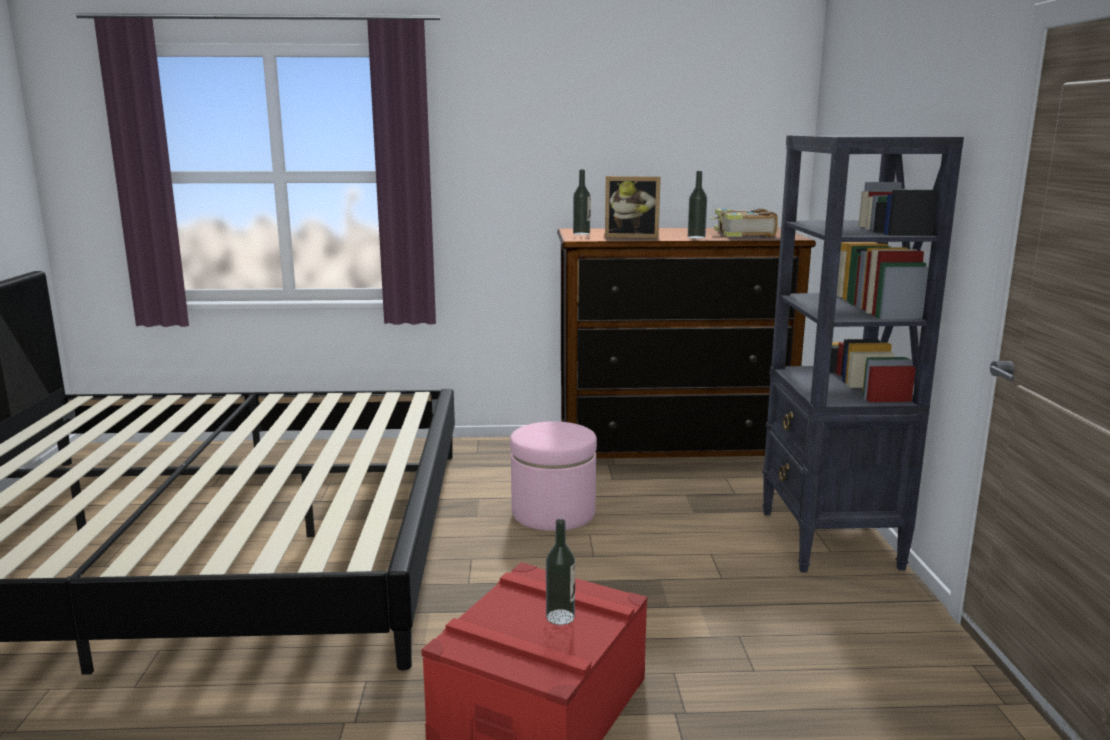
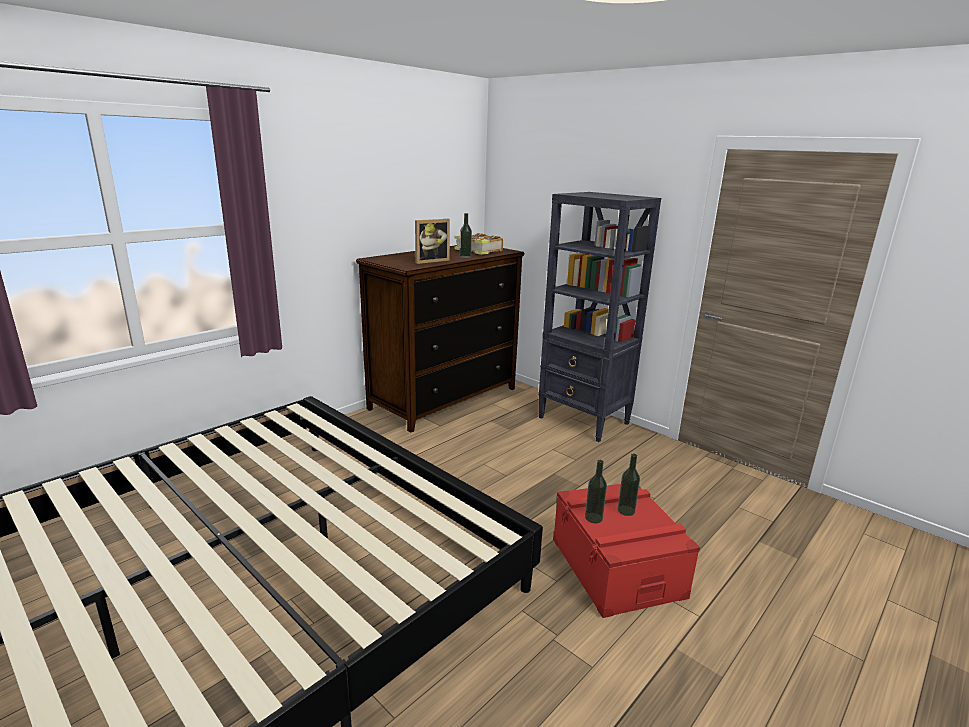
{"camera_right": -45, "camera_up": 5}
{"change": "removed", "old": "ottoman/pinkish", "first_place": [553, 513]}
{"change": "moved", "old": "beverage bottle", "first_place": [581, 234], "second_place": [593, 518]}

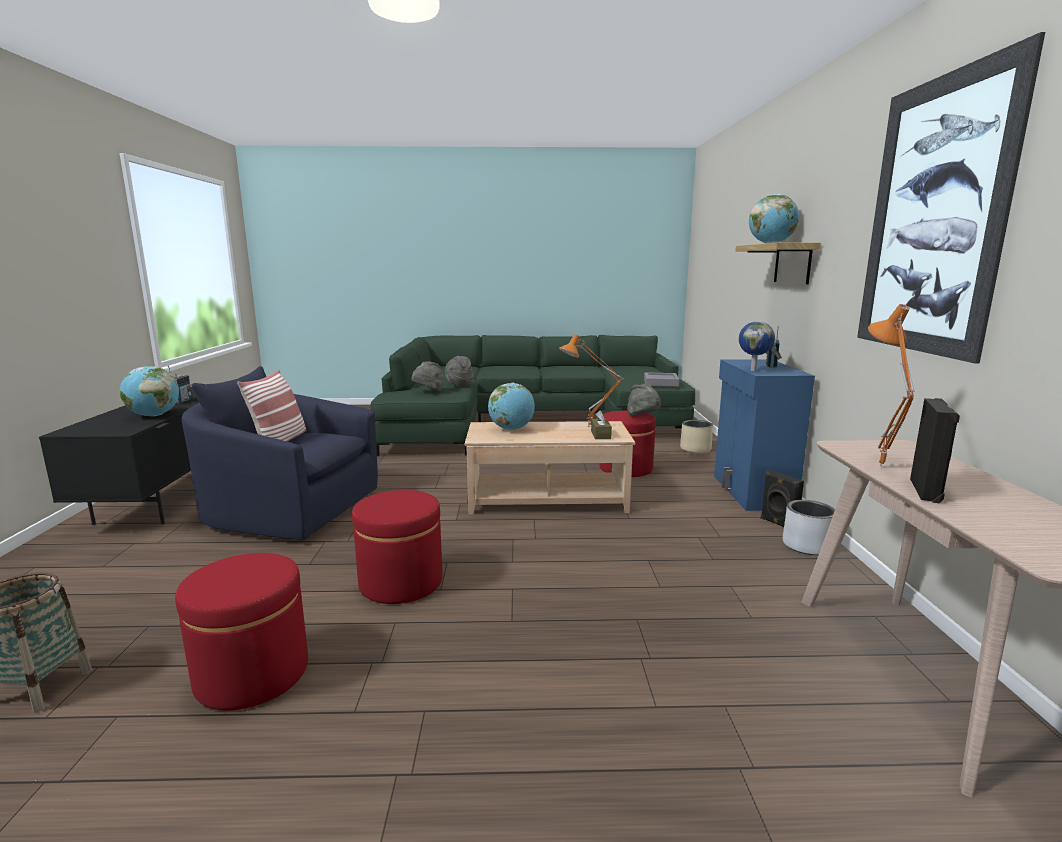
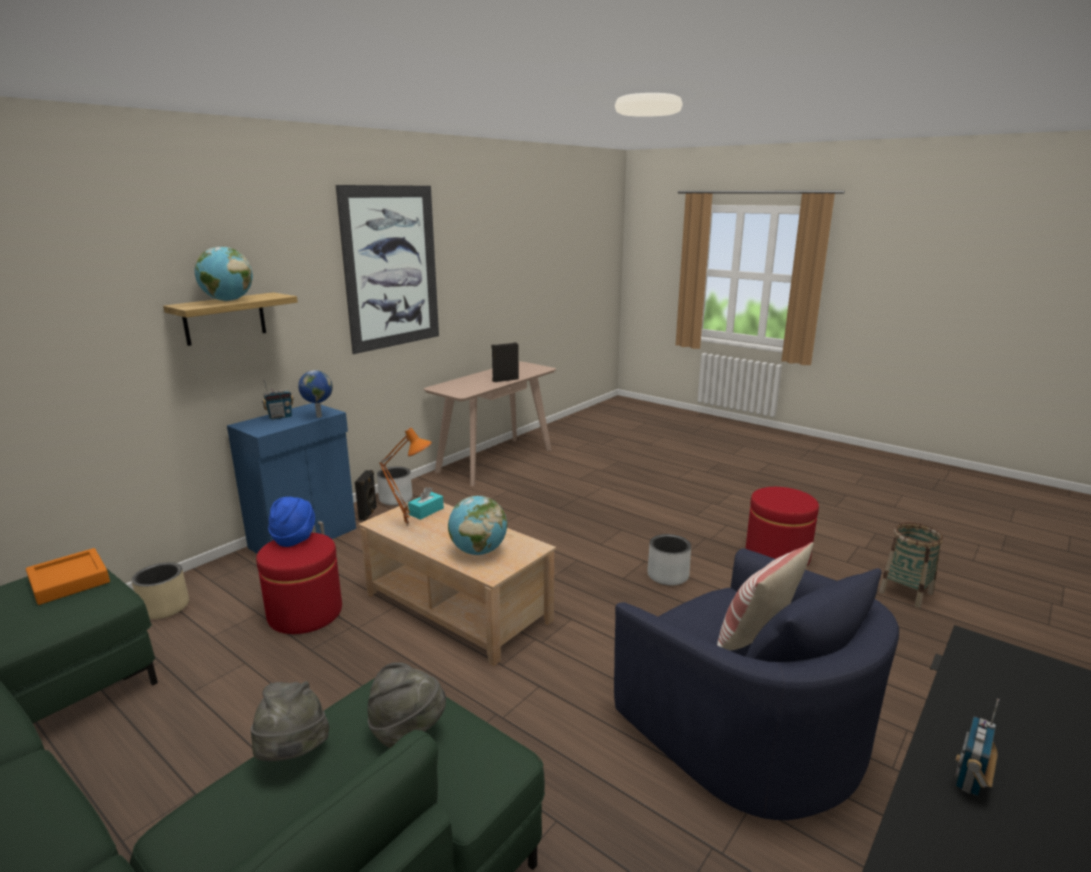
{"camera_right": -140, "camera_up": 5}
{"change": "removed", "old": "desk globe", "first_place": [154, 415]}
{"change": "removed", "old": "tabletop lamp/orange", "first_place": [877, 467]}
{"change": "replaced", "old": "ottoman/red", "new": "plant pot/gray", "first_place": [401, 582], "second_place": [667, 575]}
{"change": "recoloured", "old": "tissue box/brown-coloured", "new": "tissue box/blue-green", "first_place": [600, 435], "second_place": [426, 511]}
{"change": "recoloured", "old": "wearable hat/gray", "new": "wearable hat/blue-coloured", "first_place": [643, 417], "second_place": [294, 538]}
{"change": "recoloured", "old": "carrying tray/gray", "new": "carrying tray/orange", "first_place": [660, 383], "second_place": [69, 581]}

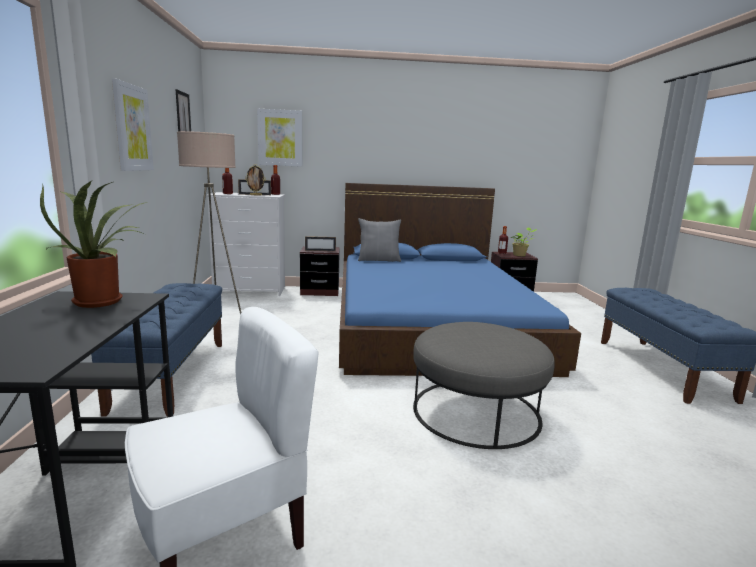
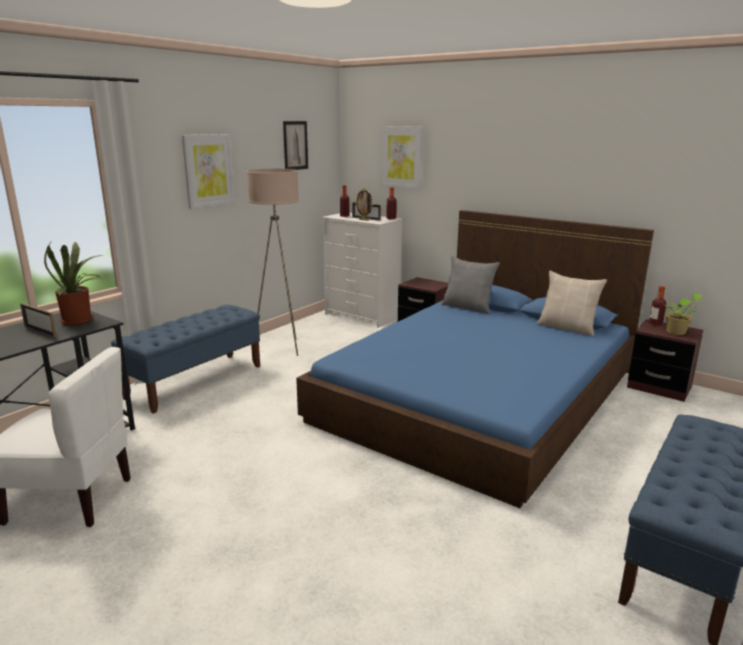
{"camera_right": 40, "camera_up": 5}
{"change": "removed", "old": "ottoman/gray", "first_place": [476, 411]}
{"change": "added", "new": "cushion/beige-coloured", "second_place": [567, 328]}
{"change": "moved", "old": "photo frame", "first_place": [320, 250], "second_place": [40, 331]}

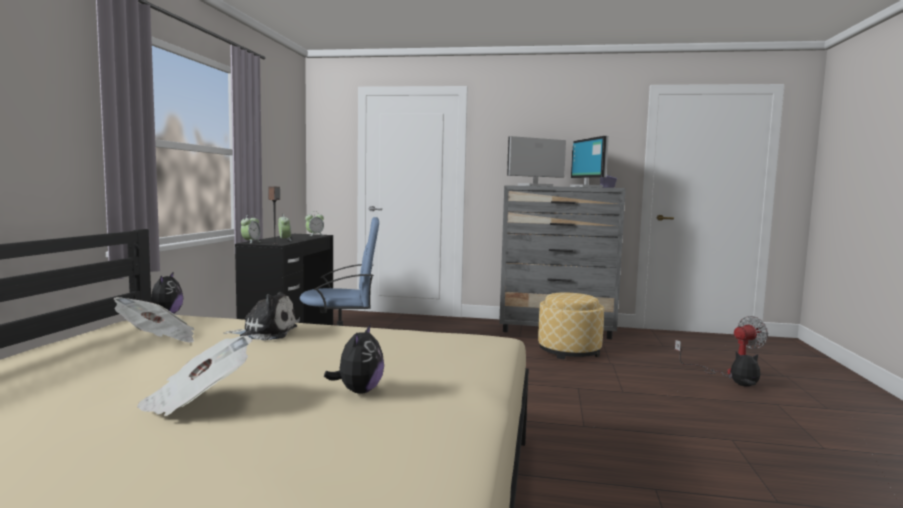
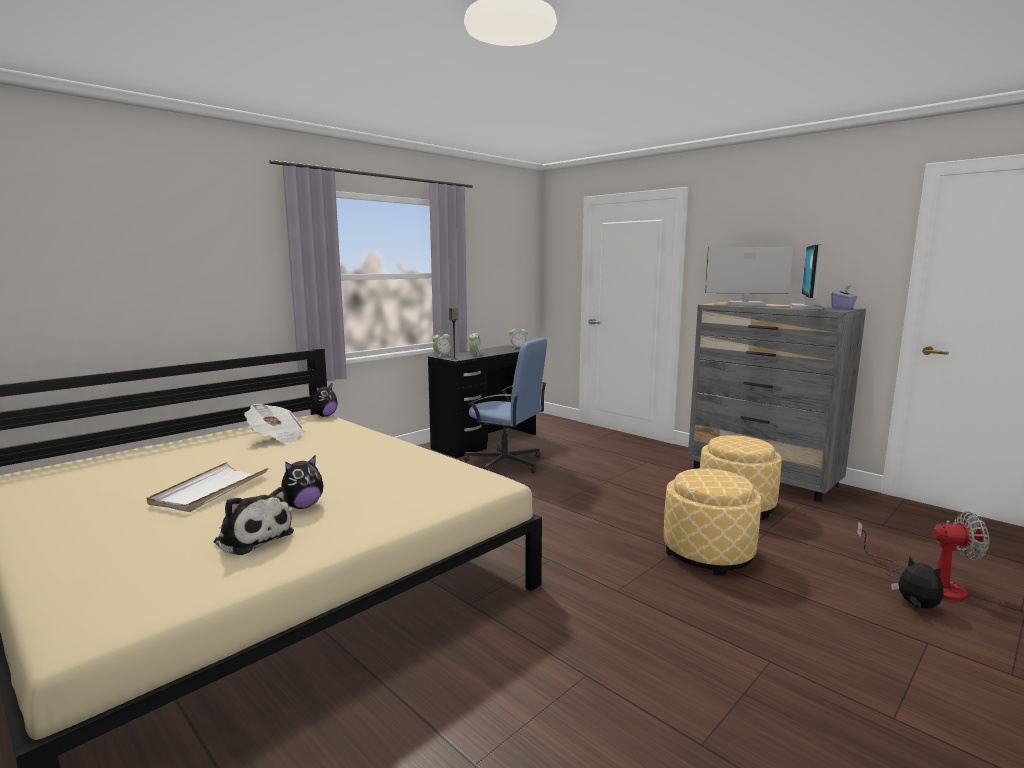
{"camera_right": 35, "camera_up": 5}
{"change": "added", "new": "ottoman", "second_place": [708, 553]}
{"change": "moved", "old": "cuddly toy", "first_place": [265, 333], "second_place": [252, 537]}
{"change": "replaced", "old": "newspaper", "new": "carrying tray/whitish", "first_place": [196, 401], "second_place": [210, 490]}

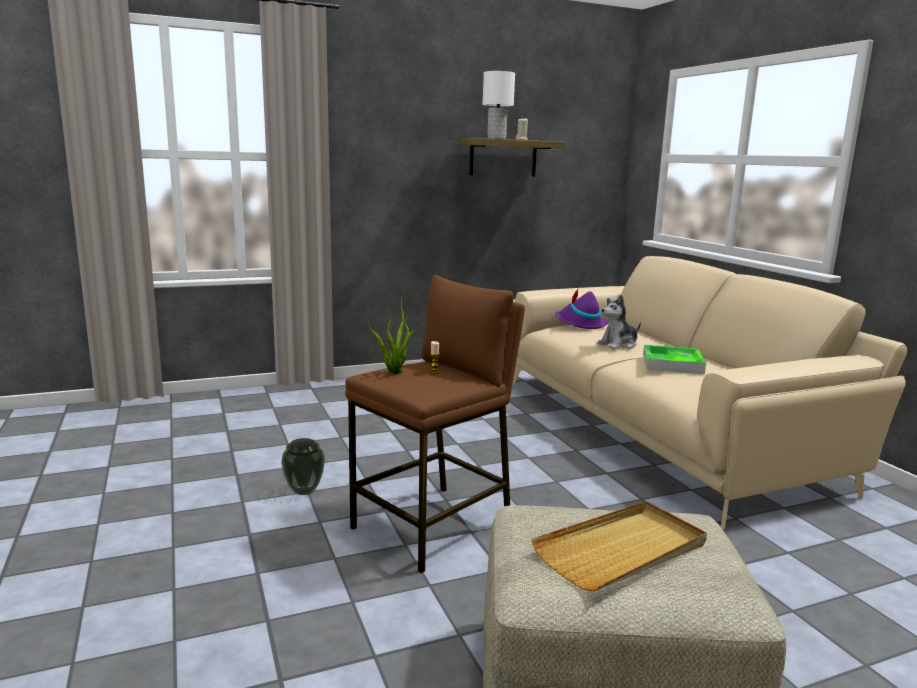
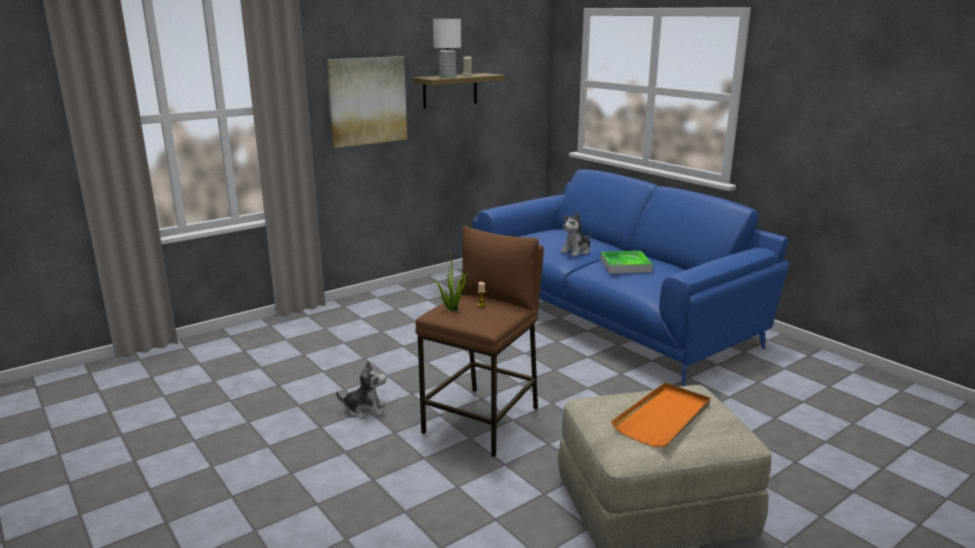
{"camera_right": -15, "camera_up": 5}
{"change": "removed", "old": "wearable hat/purple", "first_place": [580, 323]}
{"change": "added", "new": "picture", "second_place": [367, 101]}
{"change": "replaced", "old": "vase", "new": "cuddly toy", "first_place": [304, 491], "second_place": [365, 410]}
{"change": "recoloured", "old": "couch/beige-coloured", "new": "couch/blue-coloured", "first_place": [661, 430], "second_place": [612, 314]}
{"change": "recoloured", "old": "carrying tray/beige-coloured", "new": "carrying tray/orange", "first_place": [622, 550], "second_place": [663, 418]}

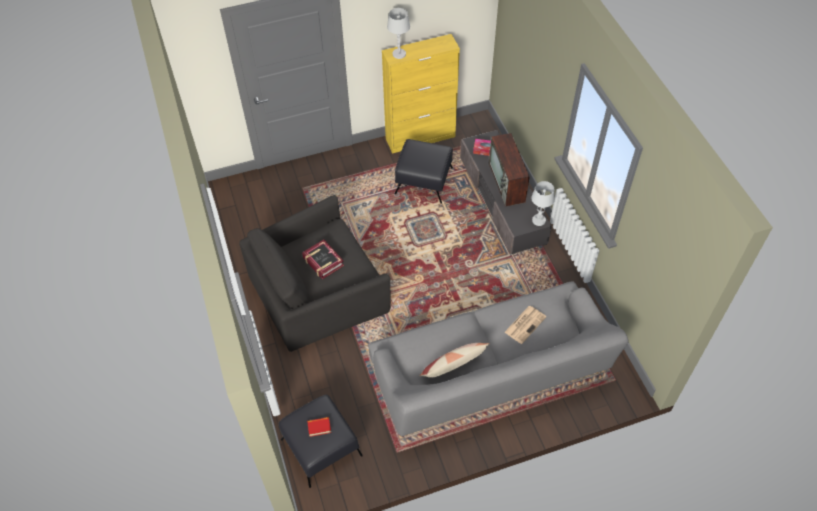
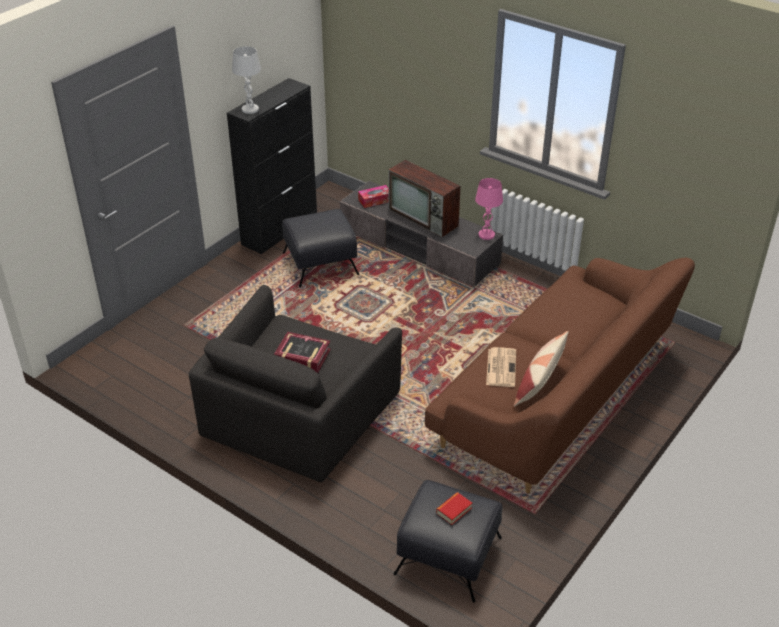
{"camera_right": -35, "camera_up": -15}
{"change": "moved", "old": "newspaper", "first_place": [525, 324], "second_place": [501, 367]}
{"change": "recoloured", "old": "couch/gray", "new": "couch/brown-coloured", "first_place": [490, 374], "second_place": [556, 395]}
{"change": "recoloured", "old": "cupboard/yellow-coloured", "new": "cupboard/black", "first_place": [420, 138], "second_place": [280, 229]}
{"change": "recoloured", "old": "tabletop lamp/whitish", "new": "tabletop lamp/pinkish", "first_place": [538, 220], "second_place": [486, 235]}

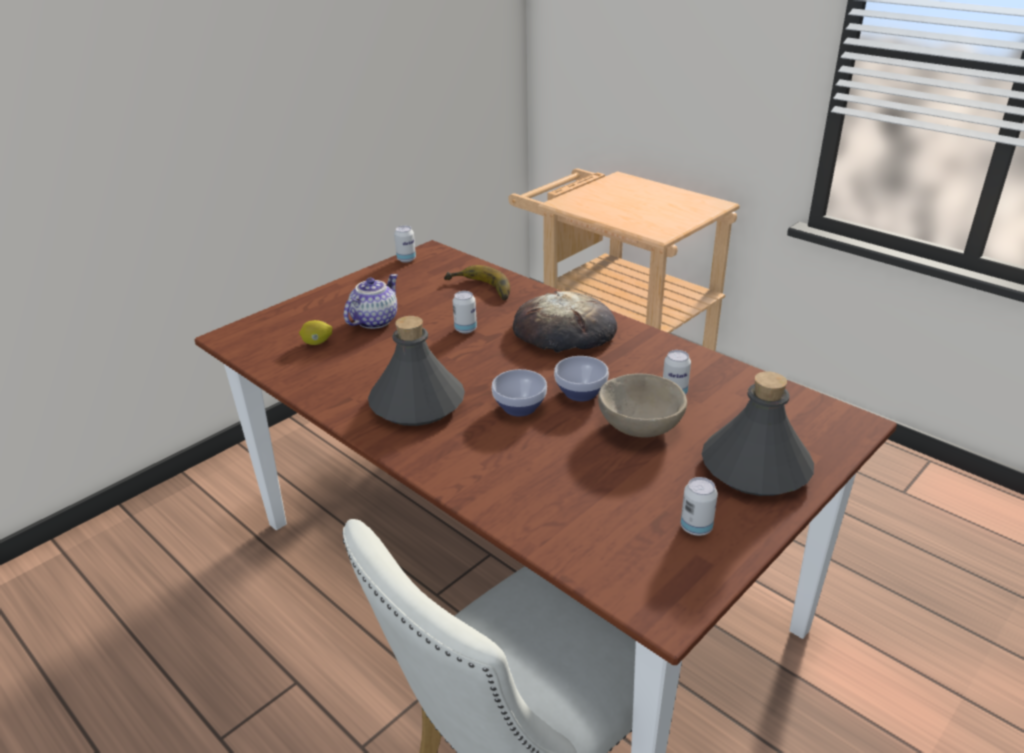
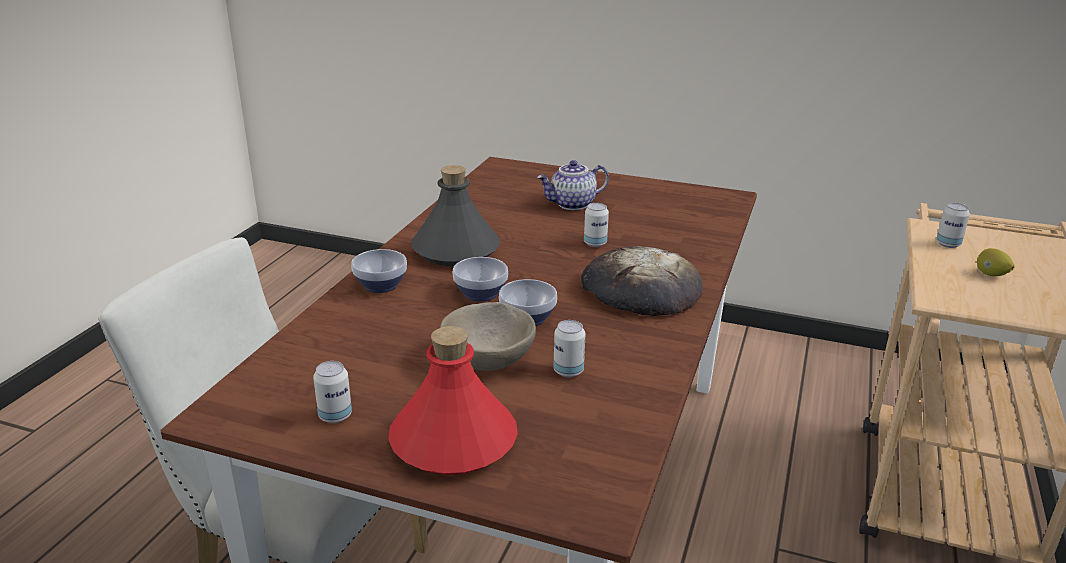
{"camera_right": 65, "camera_up": -5}
{"change": "removed", "old": "whole banana", "first_place": [479, 290]}
{"change": "added", "new": "serving bowl", "second_place": [381, 285]}
{"change": "moved", "old": "lemon", "first_place": [317, 343], "second_place": [991, 275]}
{"change": "moved", "old": "can", "first_place": [406, 259], "second_place": [948, 244]}
{"change": "recoloured", "old": "beverage bottle/gray", "new": "beverage bottle/red", "first_place": [754, 468], "second_place": [453, 441]}
{"change": "turned", "old": "pot for tea", "first_place": [374, 320], "second_place": [572, 204], "degrees": 150}

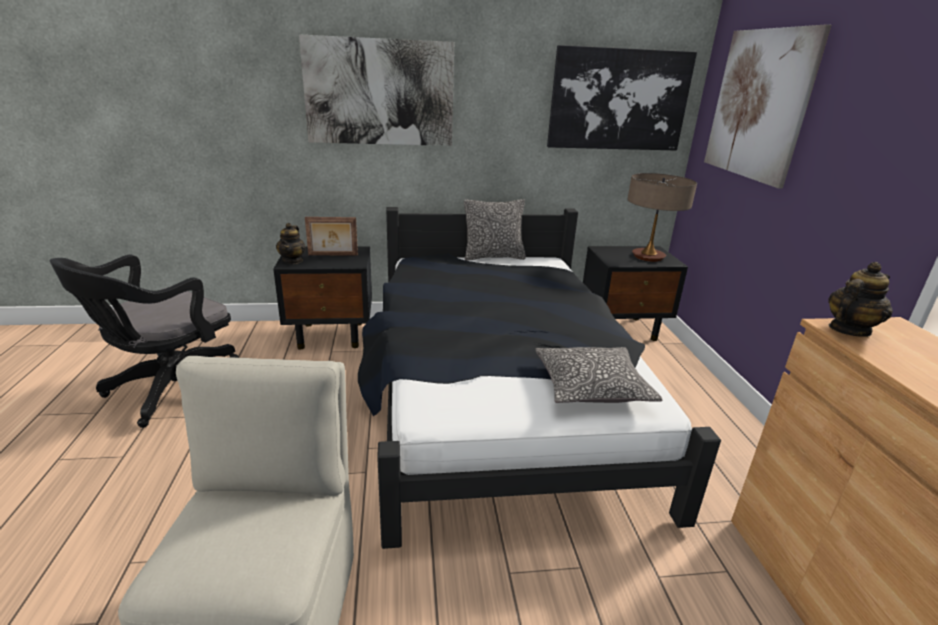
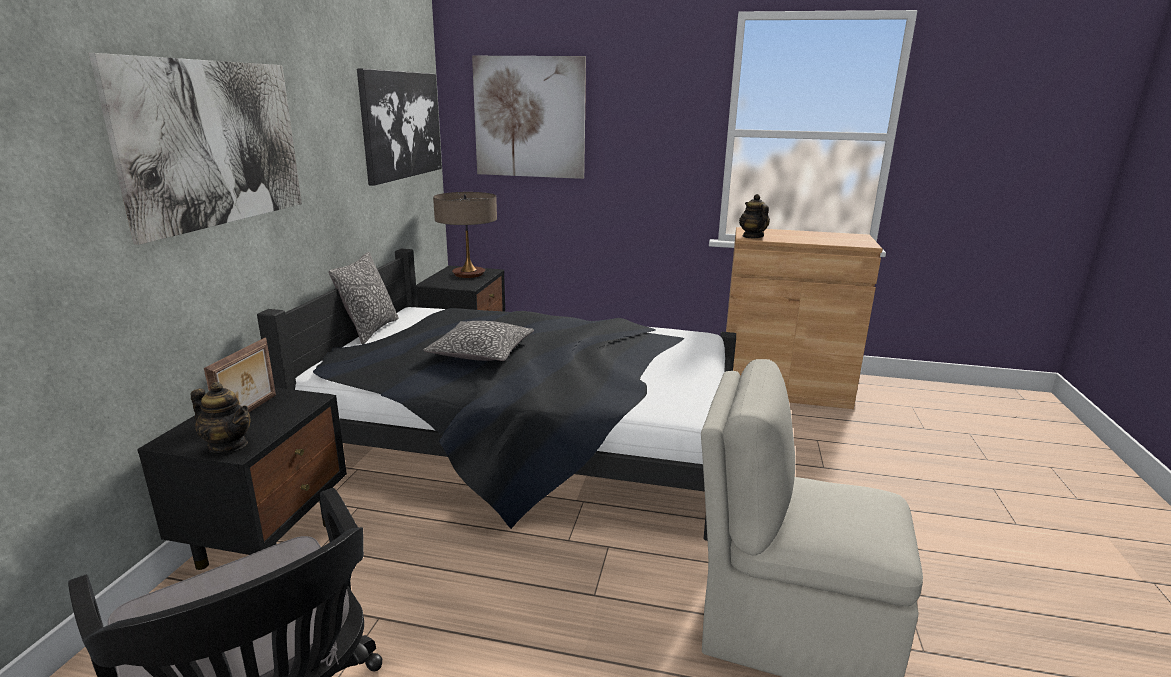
{"camera_right": -70, "camera_up": -5}
{"change": "moved", "old": "cushion", "first_place": [591, 387], "second_place": [481, 353]}

